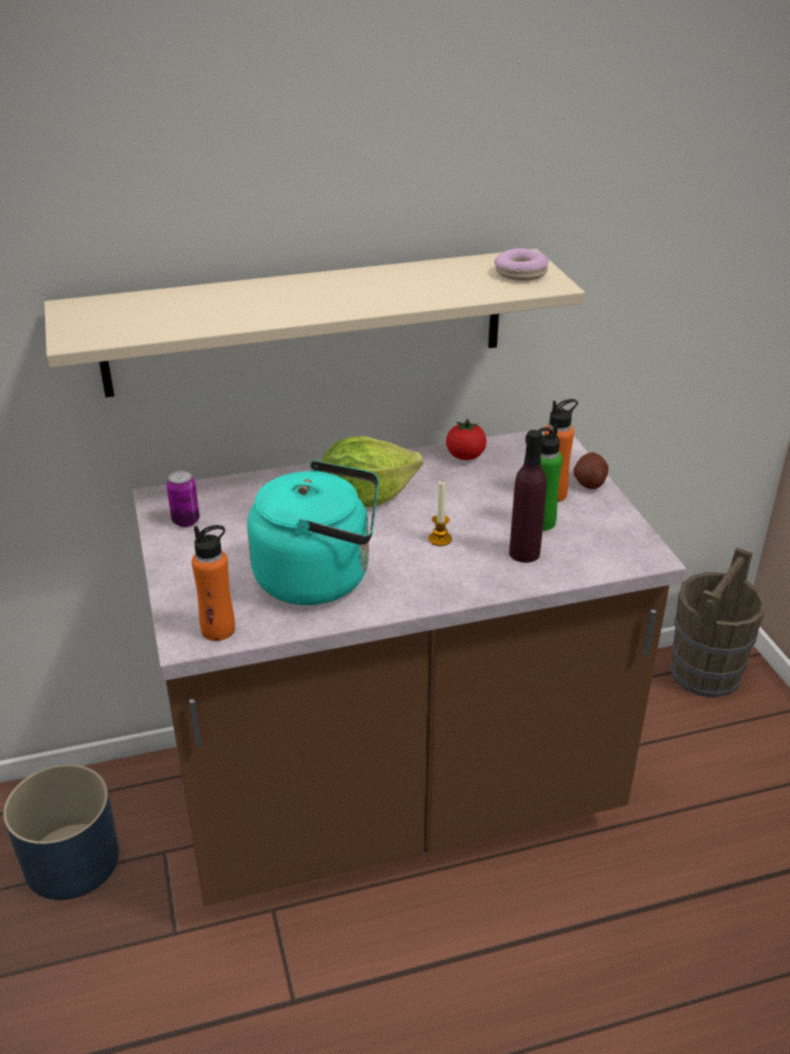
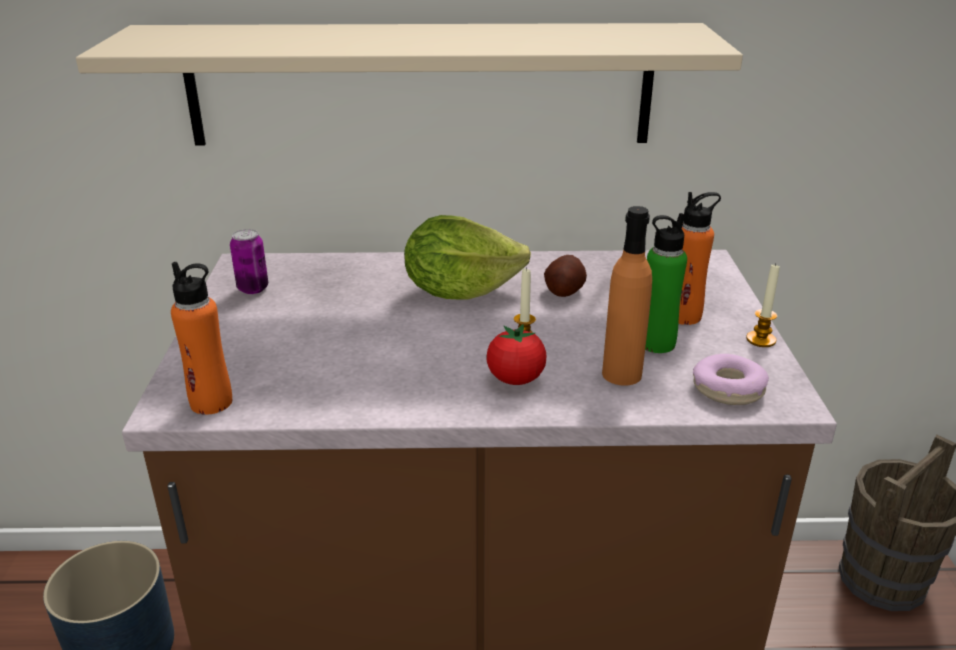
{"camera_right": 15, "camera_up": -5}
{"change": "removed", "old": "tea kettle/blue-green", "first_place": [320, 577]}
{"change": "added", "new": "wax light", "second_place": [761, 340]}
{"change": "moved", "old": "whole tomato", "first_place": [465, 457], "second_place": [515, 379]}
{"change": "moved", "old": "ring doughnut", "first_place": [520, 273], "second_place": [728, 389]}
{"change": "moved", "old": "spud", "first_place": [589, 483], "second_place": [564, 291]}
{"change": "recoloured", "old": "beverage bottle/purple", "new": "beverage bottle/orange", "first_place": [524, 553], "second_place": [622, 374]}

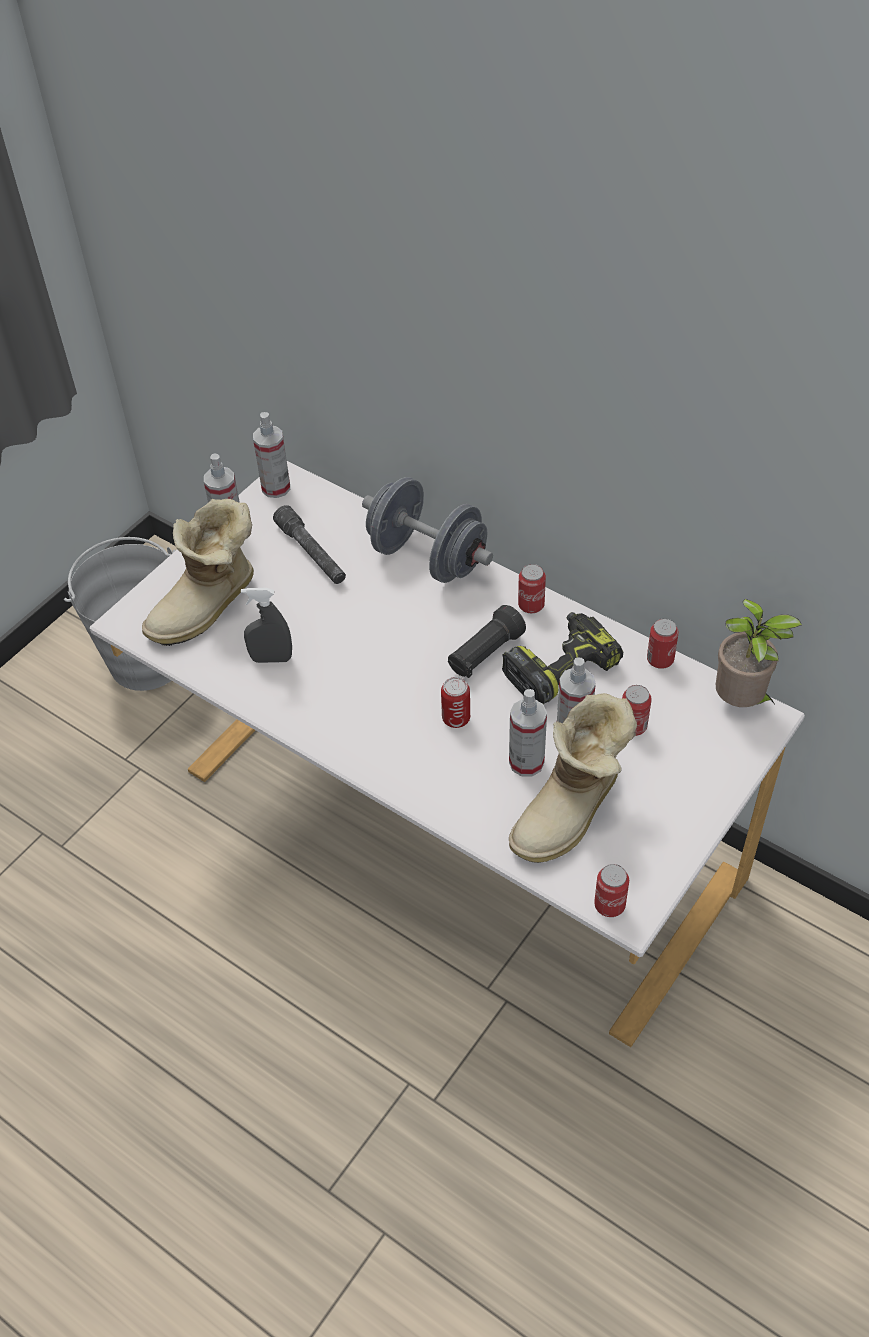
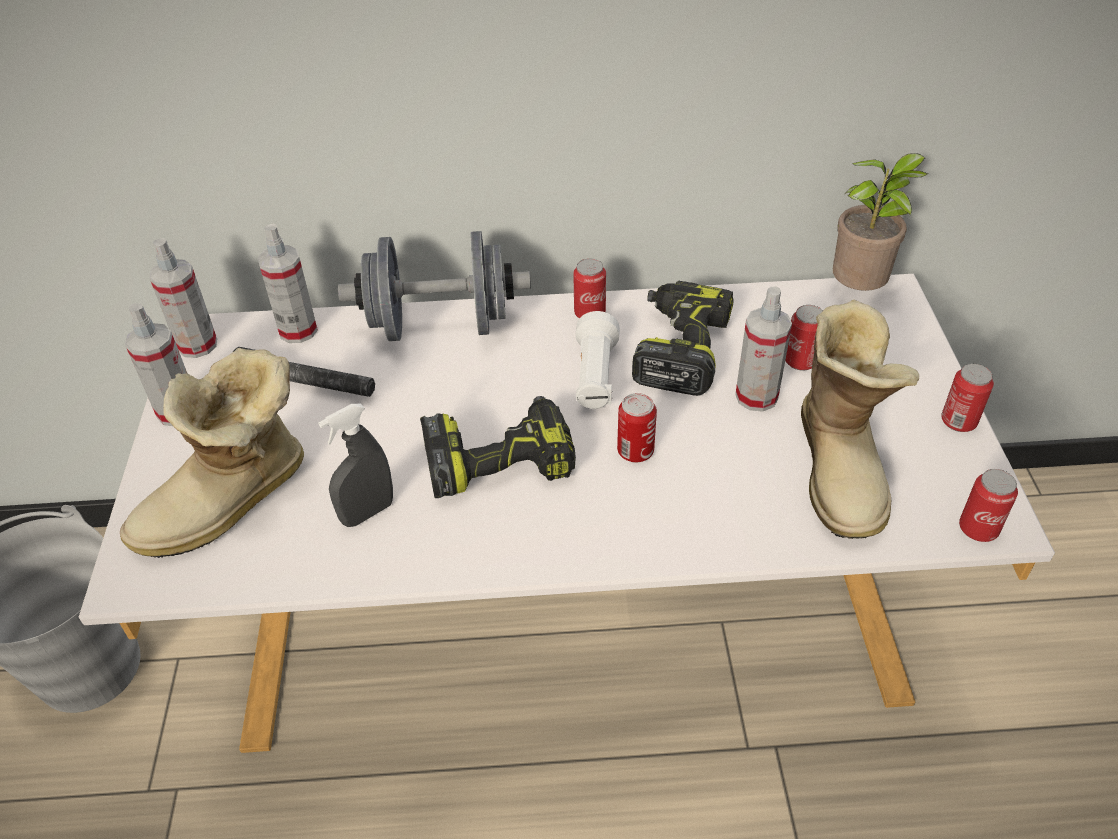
{"camera_right": -40, "camera_up": -5}
{"change": "added", "new": "drill", "second_place": [500, 460]}
{"change": "moved", "old": "hand sprayer", "first_place": [526, 762], "second_place": [298, 330]}
{"change": "moved", "old": "can", "first_place": [660, 660], "second_place": [958, 421]}
{"change": "recoloured", "old": "torch/black", "new": "torch/whitish", "first_place": [485, 654], "second_place": [595, 377]}
{"change": "turned", "old": "high-top boot", "first_place": [208, 607], "second_place": [231, 504], "degrees": 45}

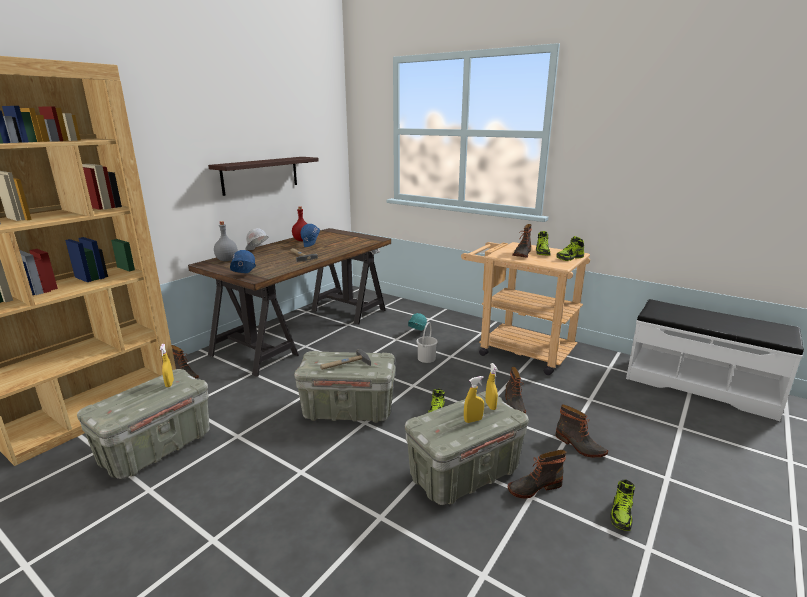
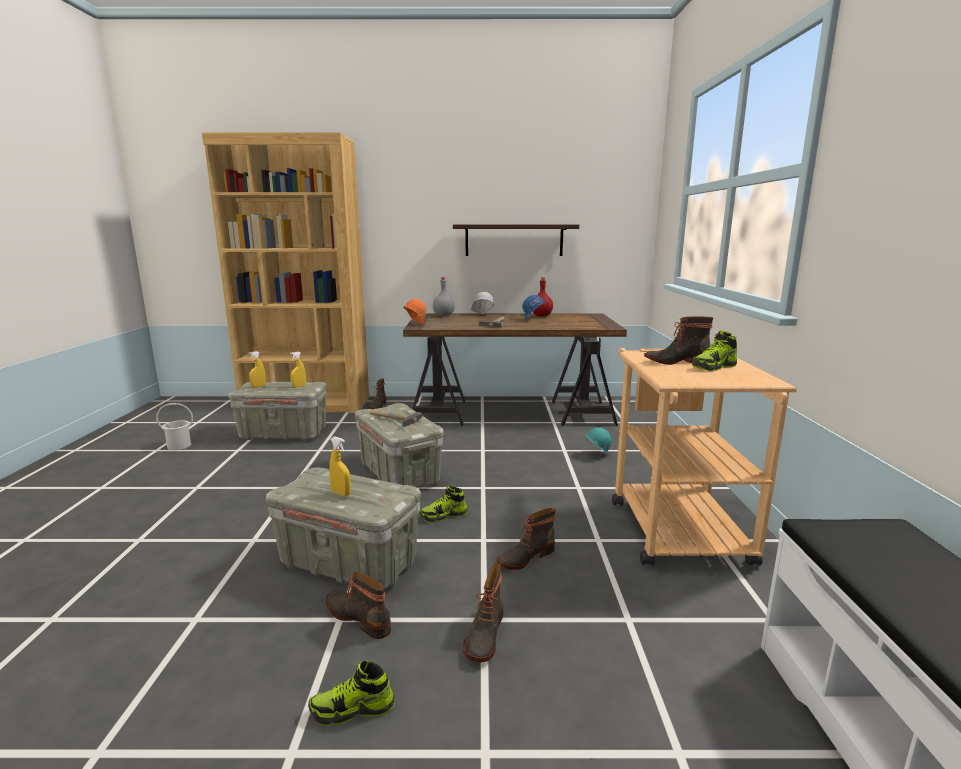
{"camera_right": 55, "camera_up": -5}
{"change": "removed", "old": "shoe", "first_place": [569, 258]}
{"change": "moved", "old": "pail/whitish", "first_place": [426, 358], "second_place": [179, 446]}
{"change": "moved", "old": "hand sprayer/yellow-coloured", "first_place": [490, 406], "second_place": [258, 386]}
{"change": "recoloured", "old": "hard hat/blue-coloured", "new": "hard hat/orange", "first_place": [243, 276], "second_place": [414, 325]}

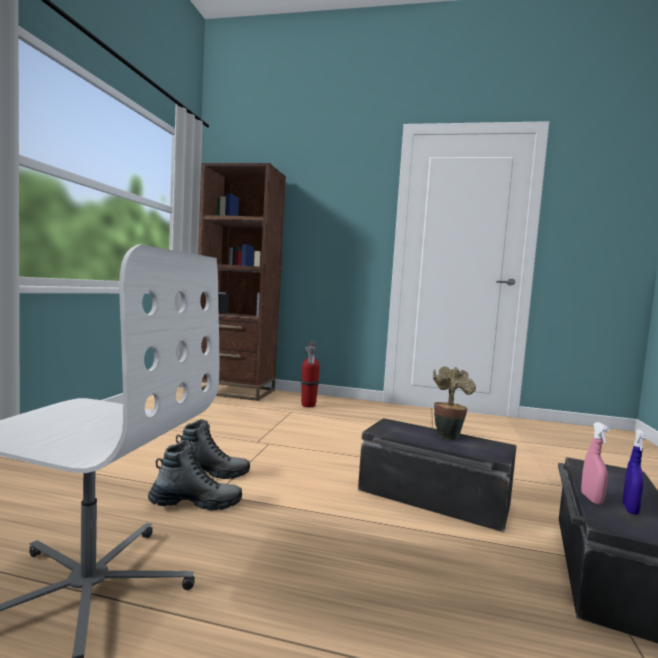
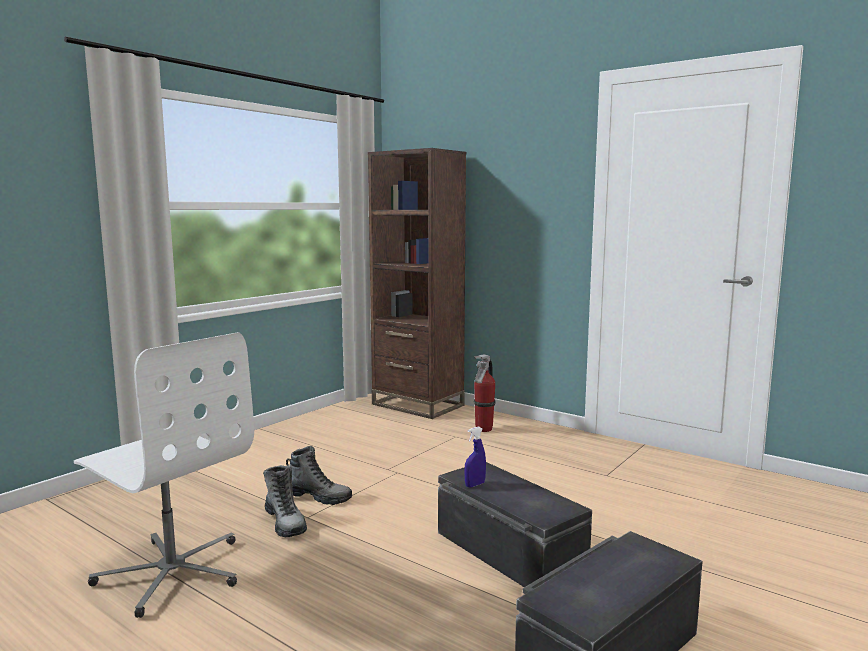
{"camera_right": 25, "camera_up": 5}
{"change": "removed", "old": "plant in a pot", "first_place": [447, 435]}
{"change": "removed", "old": "hand sprayer/pinkish", "first_place": [591, 499]}
{"change": "moved", "old": "hand sprayer/blue-coloured", "first_place": [630, 509], "second_place": [475, 485]}
{"change": "turned", "old": "high-top boot", "first_place": [196, 503], "second_place": [285, 522], "degrees": 45}

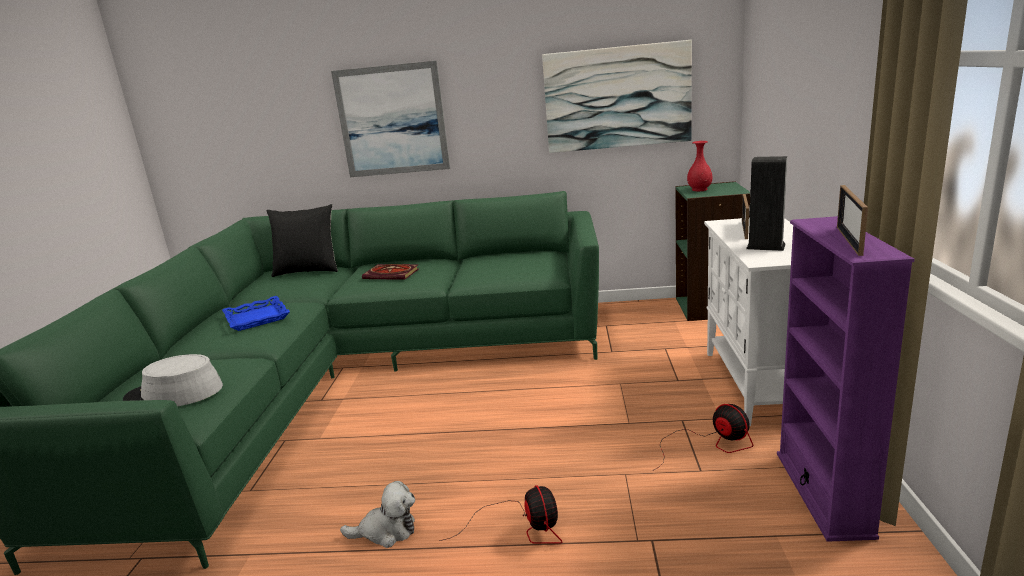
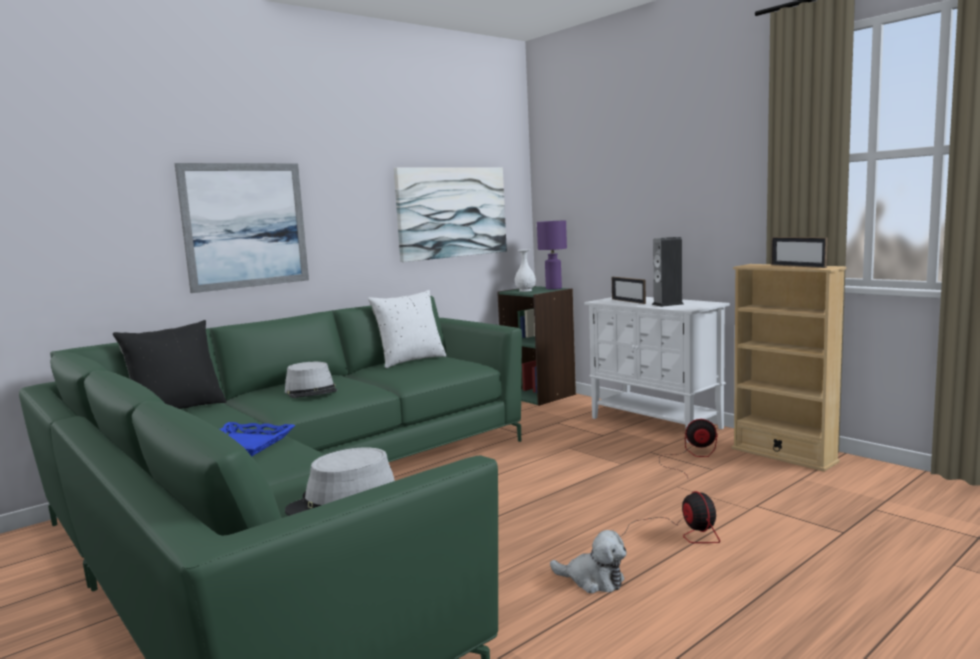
{"camera_right": -45, "camera_up": -10}
{"change": "added", "new": "cushion/whitish", "second_place": [410, 360]}
{"change": "added", "new": "tabletop lamp/purple", "second_place": [553, 288]}
{"change": "replaced", "old": "book", "new": "wearable hat/gray", "first_place": [393, 274], "second_place": [311, 391]}
{"change": "recoloured", "old": "vase/red", "new": "vase/whitish", "first_place": [700, 189], "second_place": [525, 290]}
{"change": "recoloured", "old": "bookshelf/purple", "new": "bookshelf/beige-coloured", "first_place": [823, 493], "second_place": [783, 455]}
{"change": "turned", "old": "cuddly toy", "first_place": [386, 531], "second_place": [593, 580], "degrees": 75}
{"change": "turned", "old": "fan", "first_place": [522, 527], "second_place": [678, 533], "degrees": 45}

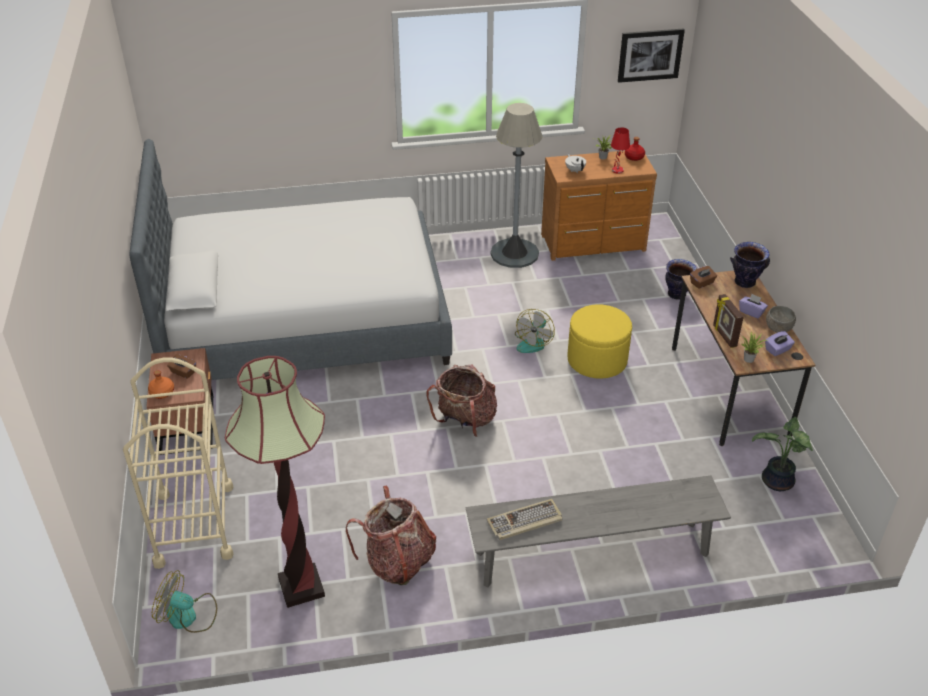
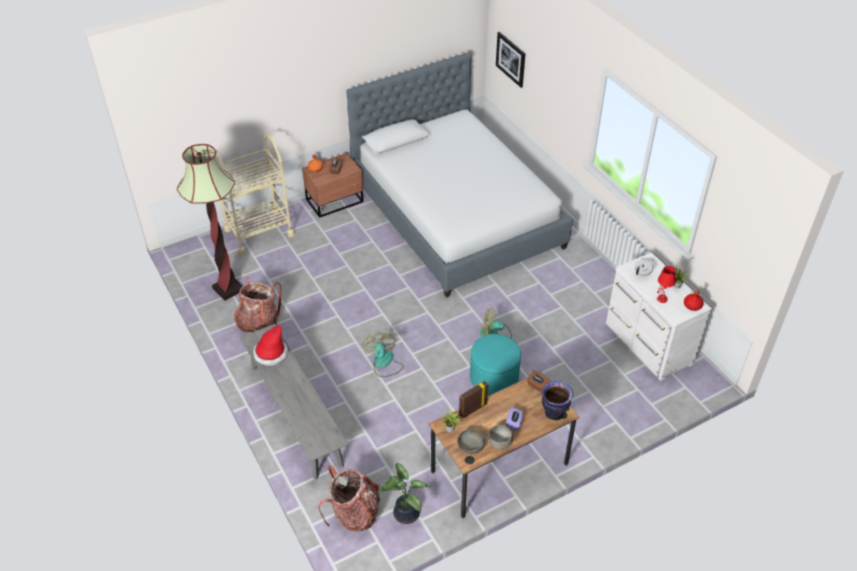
{"camera_right": 70, "camera_up": 5}
{"change": "removed", "old": "floor lamp/gray", "first_place": [514, 253]}
{"change": "removed", "old": "vase", "first_place": [677, 295]}
{"change": "moved", "old": "fan", "first_place": [188, 616], "second_place": [384, 363]}
{"change": "moved", "old": "knapsack", "first_place": [465, 420], "second_place": [354, 514]}
{"change": "moved", "old": "picture", "first_place": [650, 55], "second_place": [511, 59]}
{"change": "replaced", "old": "keyboard", "new": "wearable hat", "first_place": [524, 522], "second_place": [271, 353]}
{"change": "replaced", "old": "tissue box/purple", "new": "serving bowl/gray", "first_place": [778, 350], "second_place": [471, 446]}
{"change": "recoloured", "old": "dresser/brown-coloured", "new": "dresser/whitish", "first_place": [594, 244], "second_place": [647, 344]}
{"change": "recoloured", "old": "ottoman/yellow-coloured", "new": "ottoman/blue-green", "first_place": [597, 360], "second_place": [494, 377]}

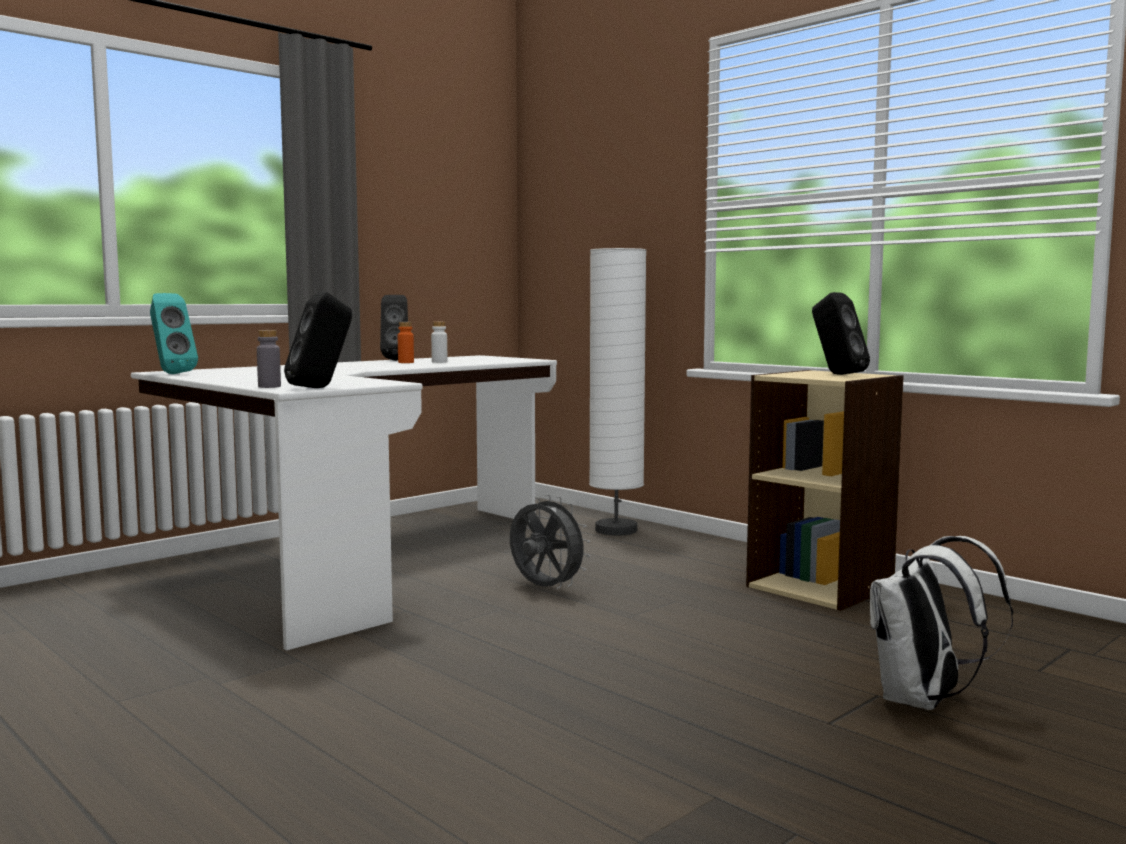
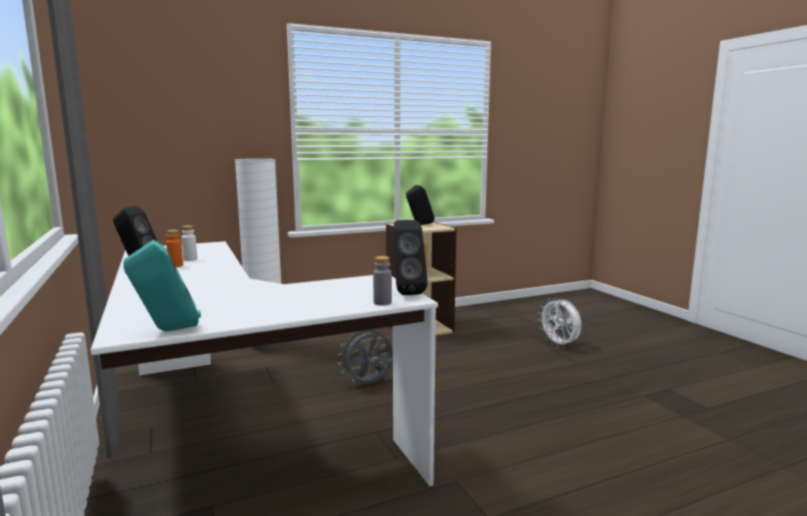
{"camera_right": -70, "camera_up": 5}
{"change": "replaced", "old": "knapsack/whitish", "new": "fan/whitish", "first_place": [924, 701], "second_place": [559, 345]}

